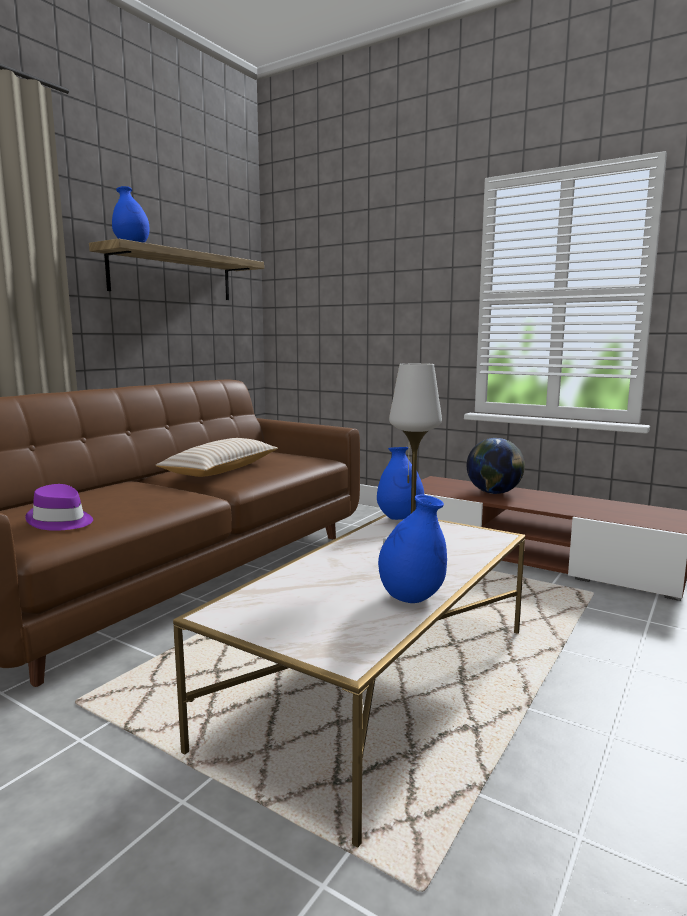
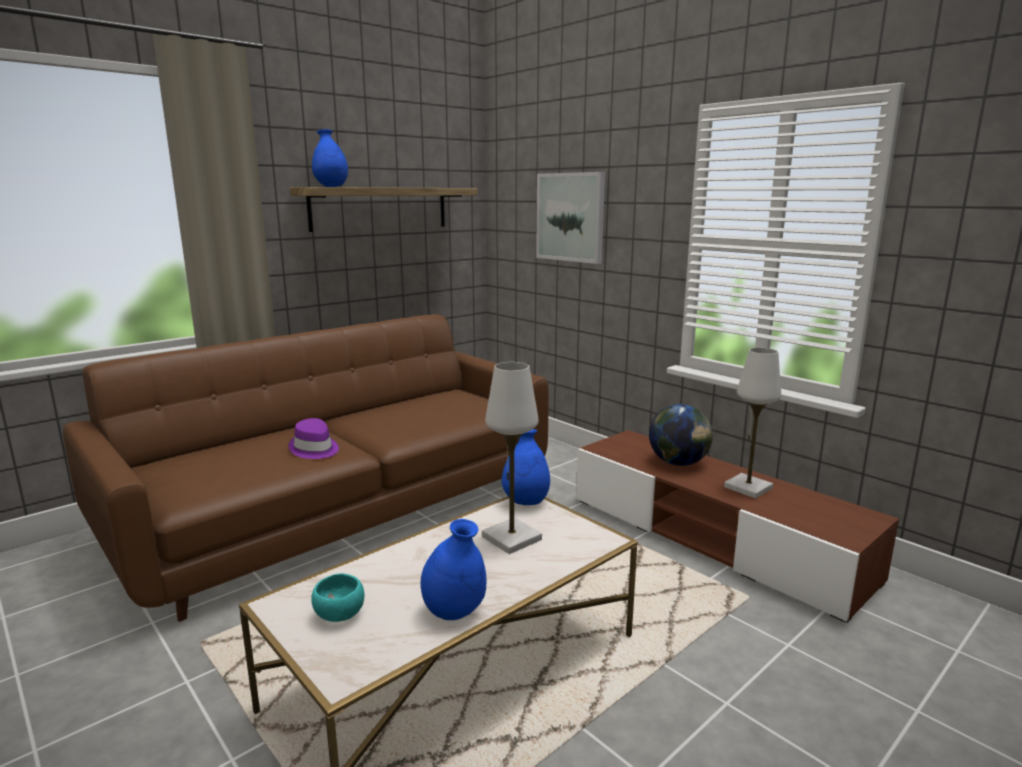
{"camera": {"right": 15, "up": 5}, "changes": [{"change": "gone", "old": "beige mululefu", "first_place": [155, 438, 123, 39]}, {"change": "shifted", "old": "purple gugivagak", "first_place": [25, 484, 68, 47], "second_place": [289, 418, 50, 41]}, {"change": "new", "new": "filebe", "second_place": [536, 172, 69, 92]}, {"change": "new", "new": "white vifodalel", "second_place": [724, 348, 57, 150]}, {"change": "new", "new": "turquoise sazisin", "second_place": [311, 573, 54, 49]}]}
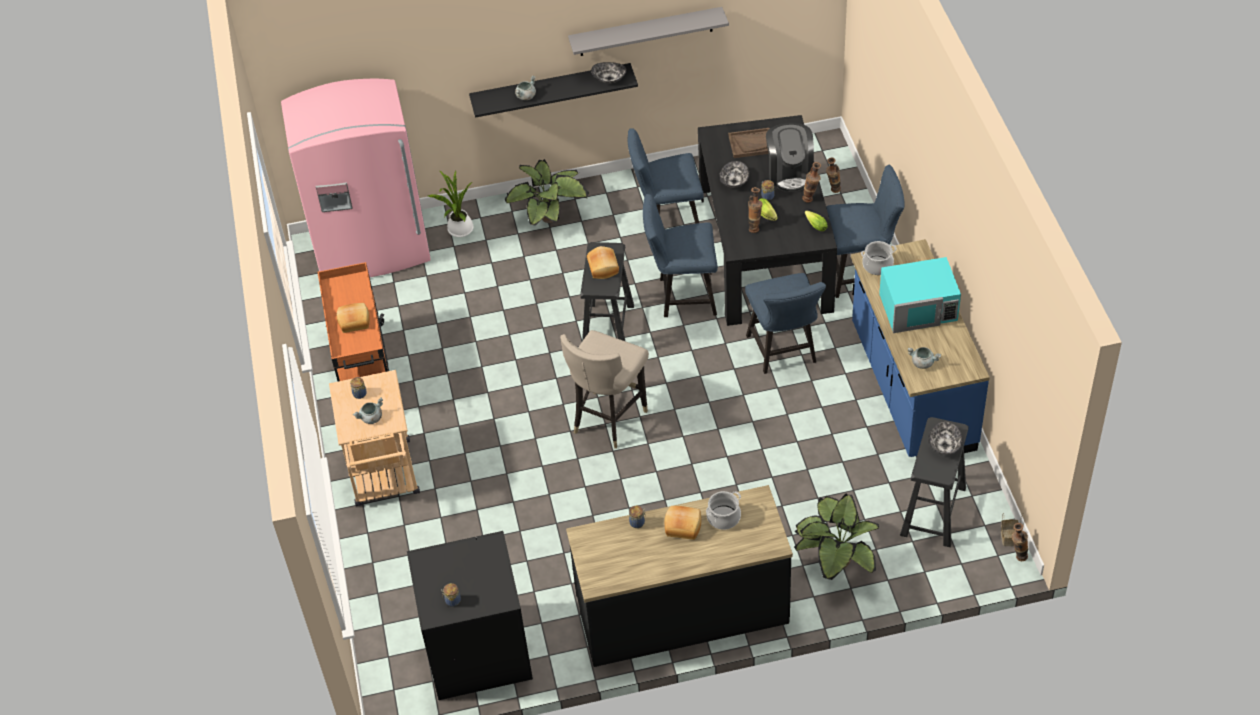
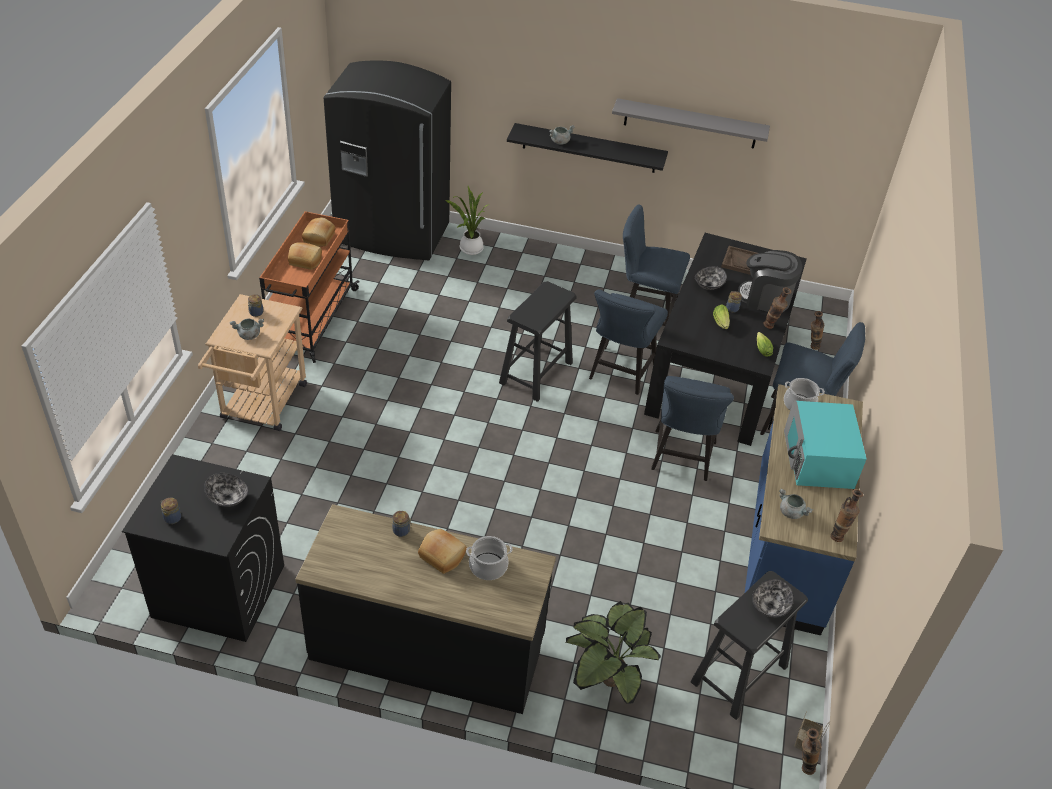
{"camera": {"right": 20, "up": -5}, "changes": [{"change": "shifted", "old": "sazisin", "first_place": [591, 62, 36, 21], "second_place": [204, 473, 45, 34]}, {"change": "repainted", "old": "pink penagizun", "new": "black penagizun", "first_place": [281, 79, 150, 198], "second_place": [324, 61, 127, 199]}, {"change": "rotated", "old": "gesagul", "first_place": [766, 123, 48, 69], "second_place": [738, 250, 64, 62], "degrees": 90}, {"change": "gone", "old": "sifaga", "first_place": [504, 159, 85, 67]}, {"change": "shifted", "old": "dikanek", "first_place": [748, 187, 14, 46], "second_place": [830, 489, 33, 53]}, {"change": "rotated", "old": "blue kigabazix", "first_place": [643, 194, 75, 123], "second_place": [589, 290, 79, 105], "degrees": -90}, {"change": "shifted", "old": "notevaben", "first_place": [587, 246, 32, 33], "second_place": [302, 217, 33, 30]}, {"change": "rotated", "old": "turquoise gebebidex", "first_place": [879, 257, 82, 76], "second_place": [784, 400, 83, 89], "degrees": 75}, {"change": "gone", "old": "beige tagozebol", "first_place": [560, 330, 89, 119]}]}
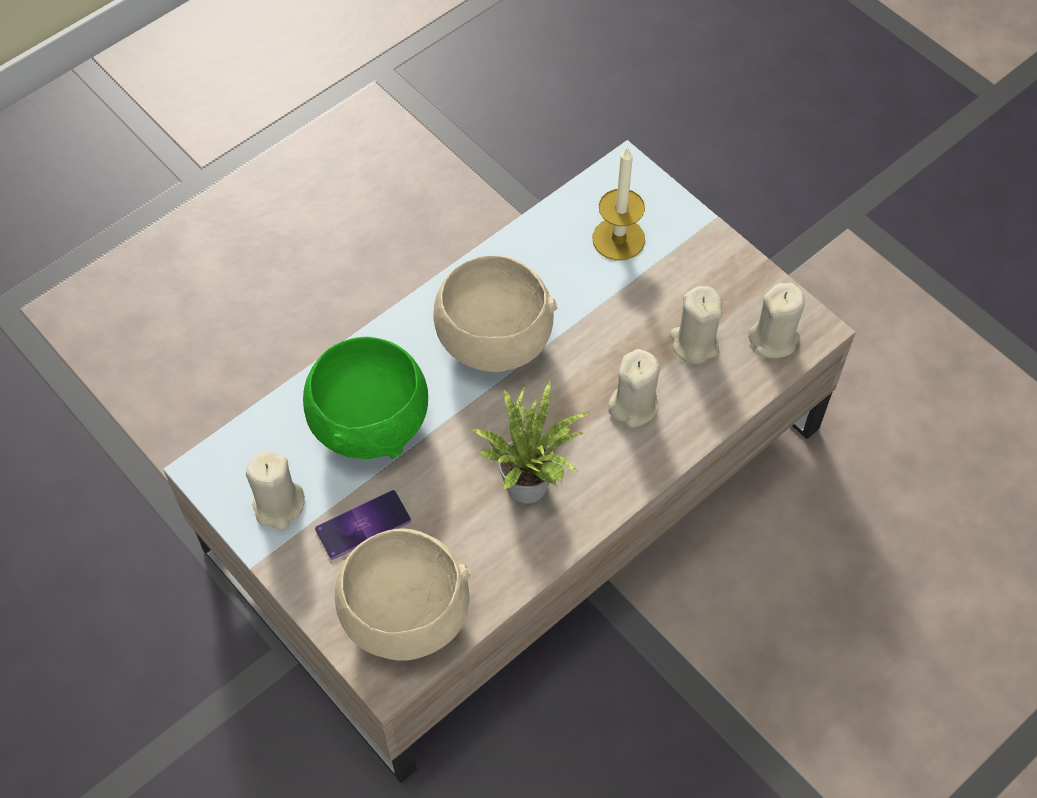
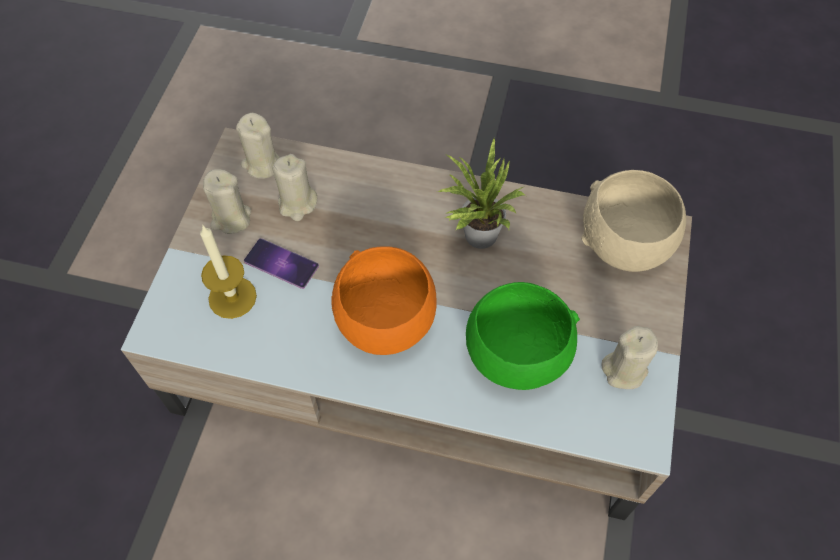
{"camera": {"right": -125, "up": 0}, "changes": [{"change": "repainted", "old": "beige sazisin", "new": "orange sazisin", "first_place": [433, 256, 125, 116], "second_place": [331, 246, 106, 109]}, {"change": "shifted", "old": "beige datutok", "first_place": [608, 349, 52, 79], "second_place": [203, 169, 48, 65]}, {"change": "shifted", "old": "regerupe", "first_place": [315, 490, 96, 70], "second_place": [244, 238, 75, 51]}]}
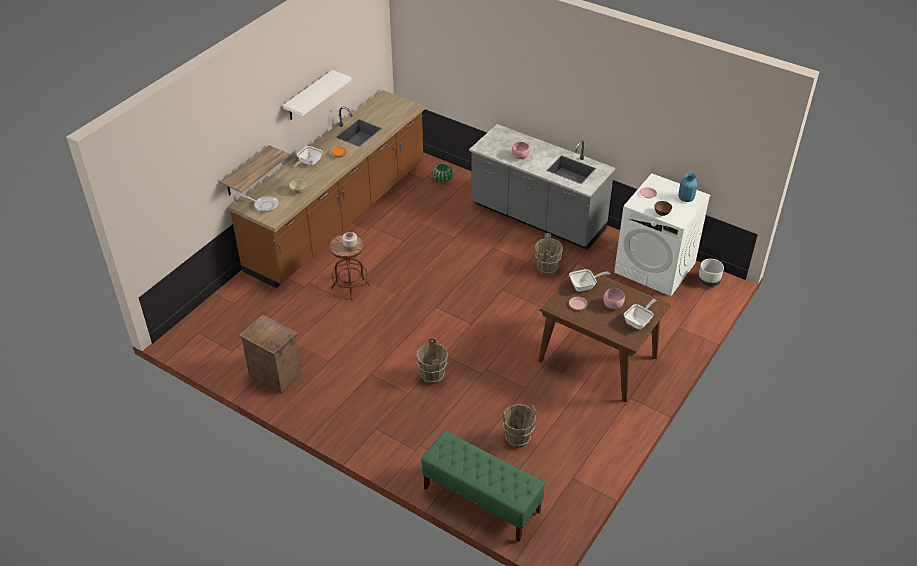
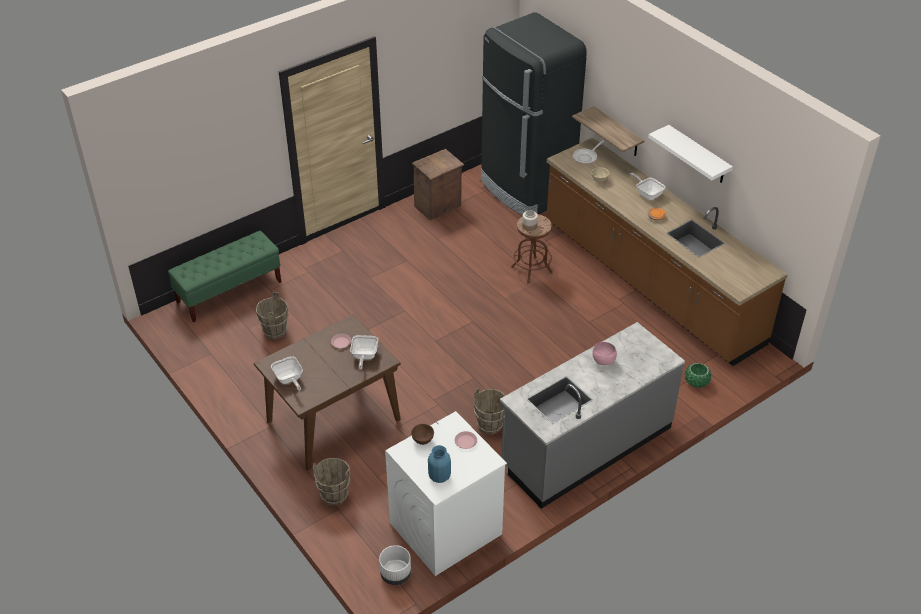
{"camera": {"right": 110, "up": 0}, "changes": [{"change": "gone", "old": "pink sazisin", "first_place": [603, 288, 22, 21]}, {"change": "shifted", "old": "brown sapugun", "first_place": [416, 338, 32, 46], "second_place": [313, 458, 37, 48]}, {"change": "new", "new": "black penagizun", "second_place": [481, 12, 106, 204]}]}
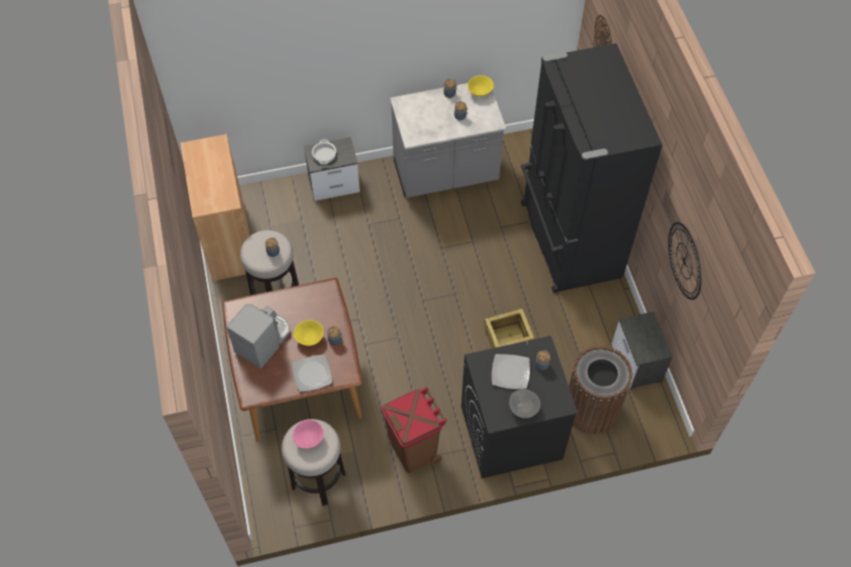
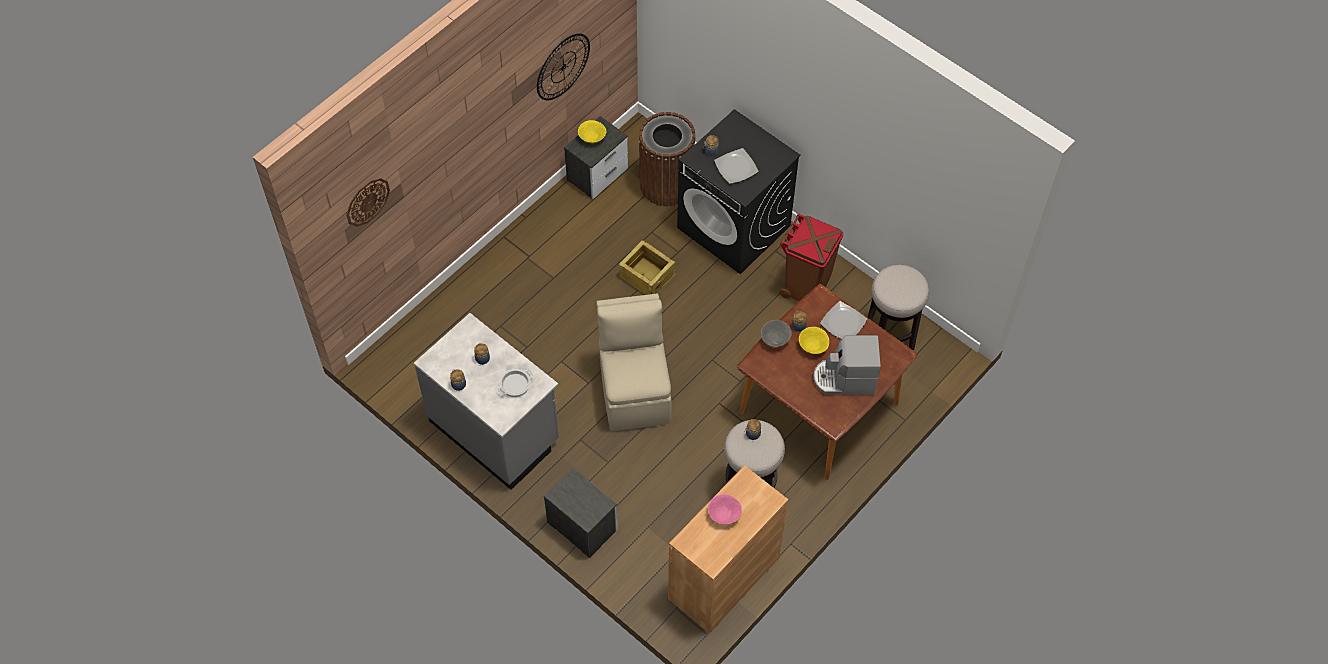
{"camera": {"right": -125, "up": 0}, "changes": [{"change": "gone", "old": "black penagizun", "first_place": [521, 43, 141, 250]}, {"change": "shifted", "old": "yellow sazisin", "first_place": [468, 75, 26, 22], "second_place": [578, 120, 28, 23]}, {"change": "shifted", "old": "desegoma", "first_place": [312, 139, 24, 25], "second_place": [498, 369, 35, 28]}, {"change": "shifted", "old": "grey sazisin", "first_place": [509, 389, 31, 29], "second_place": [761, 320, 31, 27]}, {"change": "shifted", "old": "pink sazisin", "first_place": [293, 420, 31, 29], "second_place": [708, 494, 34, 31]}, {"change": "new", "new": "beige kigabazix", "second_place": [596, 294, 76, 137]}]}
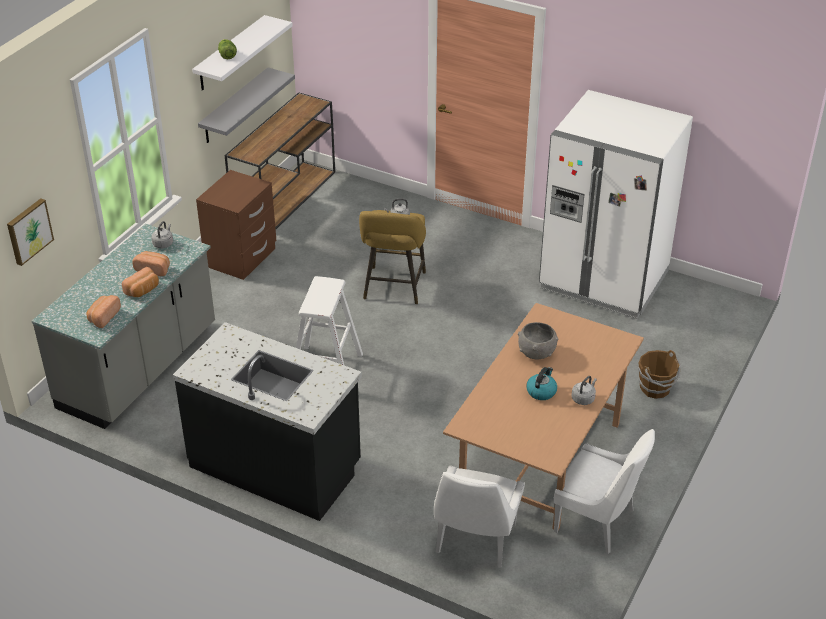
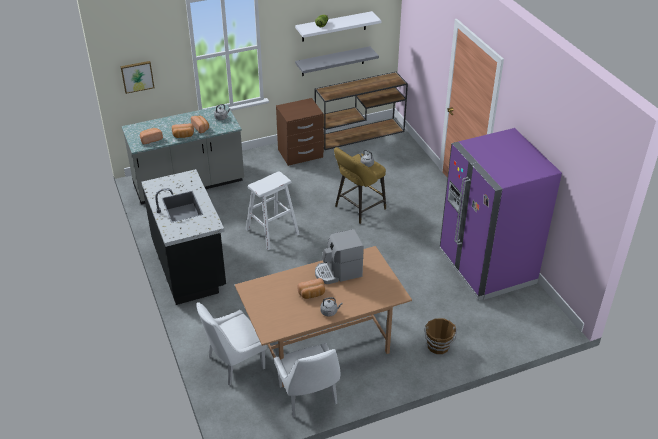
{"camera": {"right": 40, "up": 0}, "changes": [{"change": "repainted", "old": "white penagizun", "new": "purple penagizun", "first_place": [539, 90, 154, 229], "second_place": [440, 128, 122, 172]}, {"change": "swapped", "old": "grey sazisin", "new": "gesagul", "first_place": [518, 322, 40, 37], "second_place": [315, 229, 49, 55]}, {"change": "swapped", "old": "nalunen", "new": "notevaben", "first_place": [526, 367, 31, 33], "second_place": [298, 278, 27, 21]}]}
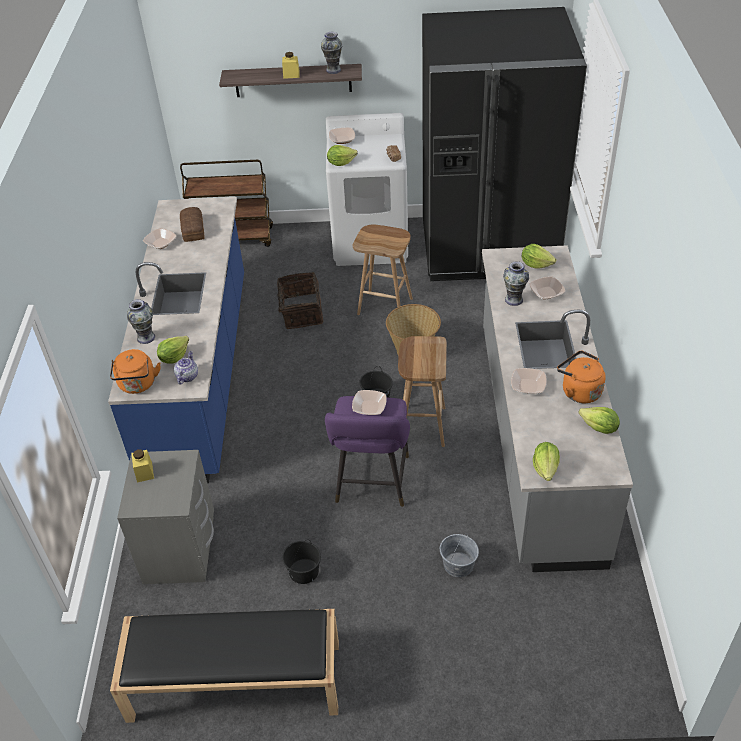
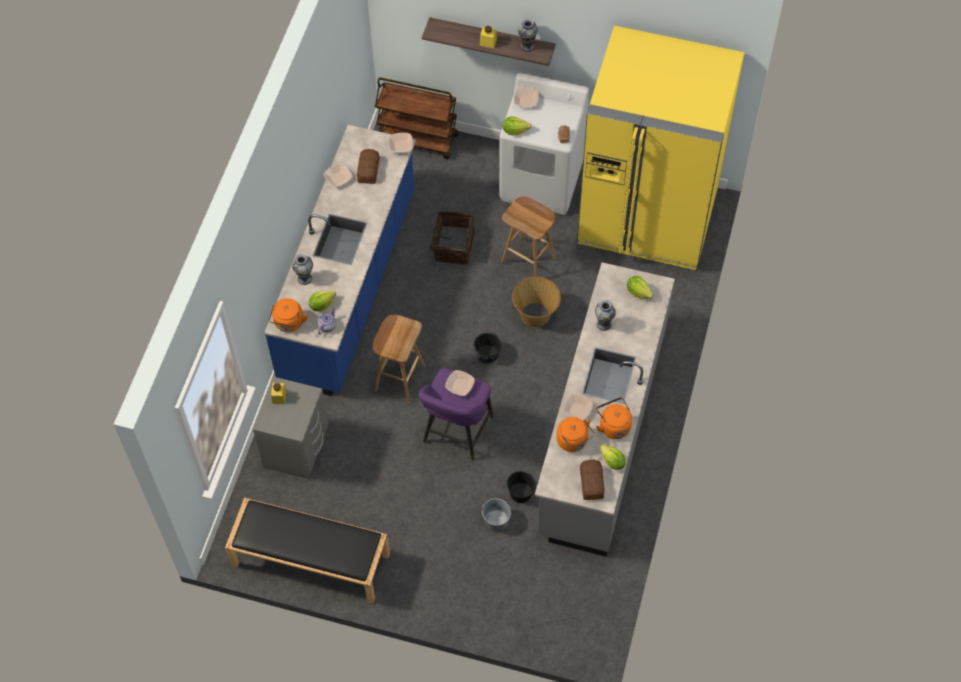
{"camera": {"right": 15, "up": 15}, "changes": [{"change": "repainted", "old": "black penagizun", "new": "yellow penagizun", "first_place": [422, 7, 165, 274], "second_place": [577, 26, 167, 244]}, {"change": "shifted", "old": "sazisin", "first_place": [530, 276, 35, 24], "second_place": [388, 133, 25, 20]}, {"change": "shifted", "old": "brown tagozebol", "first_place": [398, 336, 49, 111], "second_place": [373, 314, 52, 88]}, {"change": "gone", "old": "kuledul", "first_place": [533, 442, 27, 39]}, {"change": "shifted", "old": "black sapugun", "first_place": [282, 541, 39, 43], "second_place": [507, 471, 29, 32]}, {"change": "new", "new": "orange nalunen", "second_place": [556, 417, 38, 35]}, {"change": "new", "new": "notevaben", "second_place": [580, 460, 25, 40]}]}
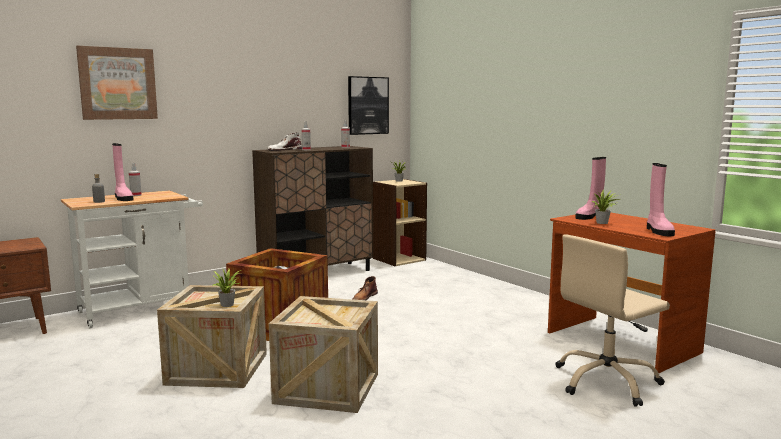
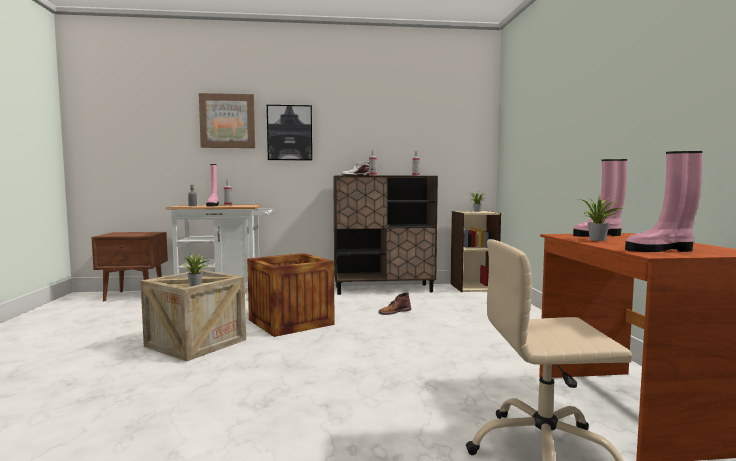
{"camera": {"right": 30, "up": -5}, "changes": [{"change": "shifted", "old": "filebe", "first_place": [348, 76, 41, 59], "second_place": [267, 105, 45, 55]}, {"change": "rotated", "old": "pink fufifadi", "first_place": [647, 163, 28, 73], "second_place": [625, 151, 78, 101], "degrees": 60}, {"change": "gone", "old": "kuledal", "first_place": [269, 296, 109, 117]}]}
